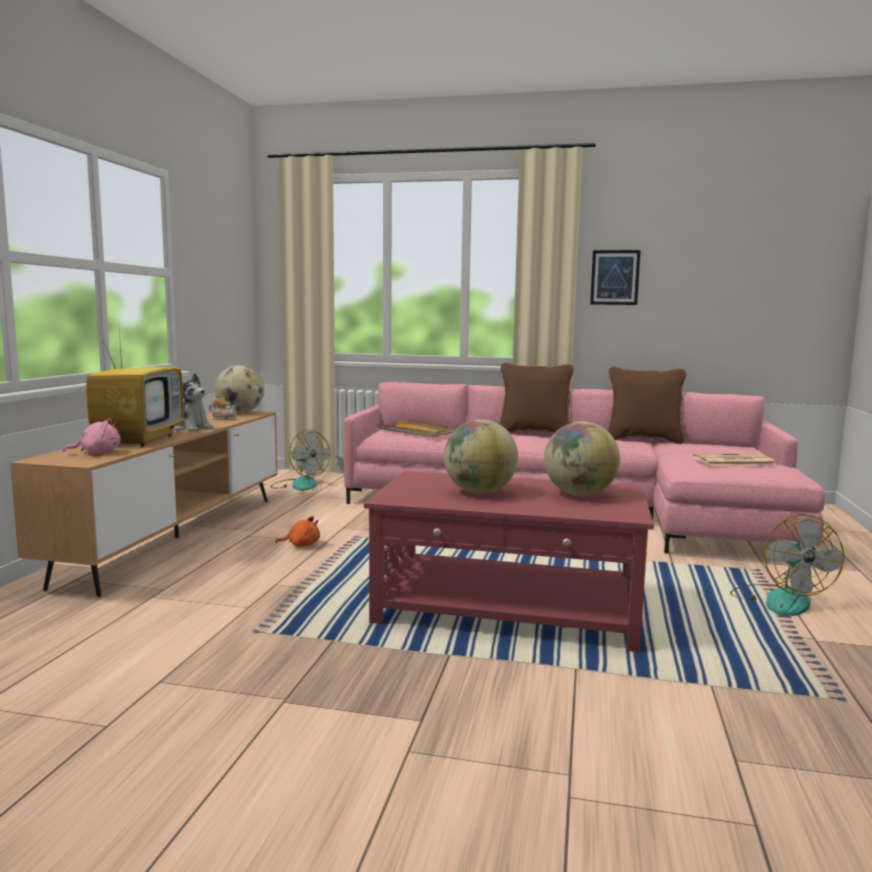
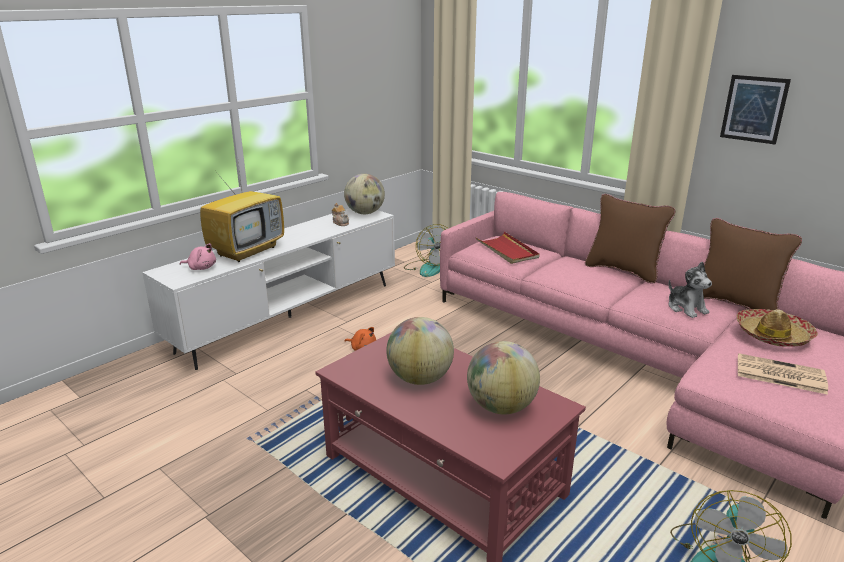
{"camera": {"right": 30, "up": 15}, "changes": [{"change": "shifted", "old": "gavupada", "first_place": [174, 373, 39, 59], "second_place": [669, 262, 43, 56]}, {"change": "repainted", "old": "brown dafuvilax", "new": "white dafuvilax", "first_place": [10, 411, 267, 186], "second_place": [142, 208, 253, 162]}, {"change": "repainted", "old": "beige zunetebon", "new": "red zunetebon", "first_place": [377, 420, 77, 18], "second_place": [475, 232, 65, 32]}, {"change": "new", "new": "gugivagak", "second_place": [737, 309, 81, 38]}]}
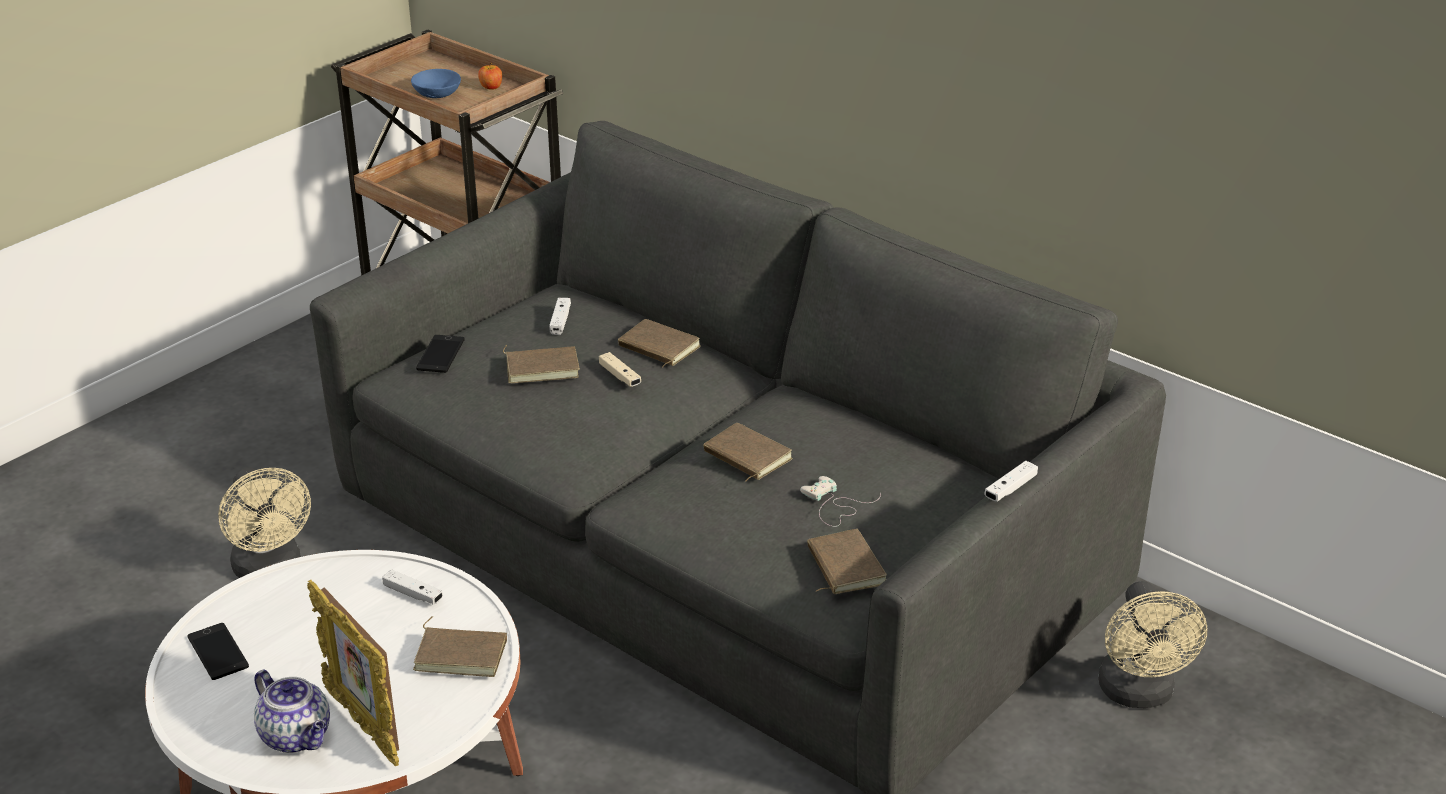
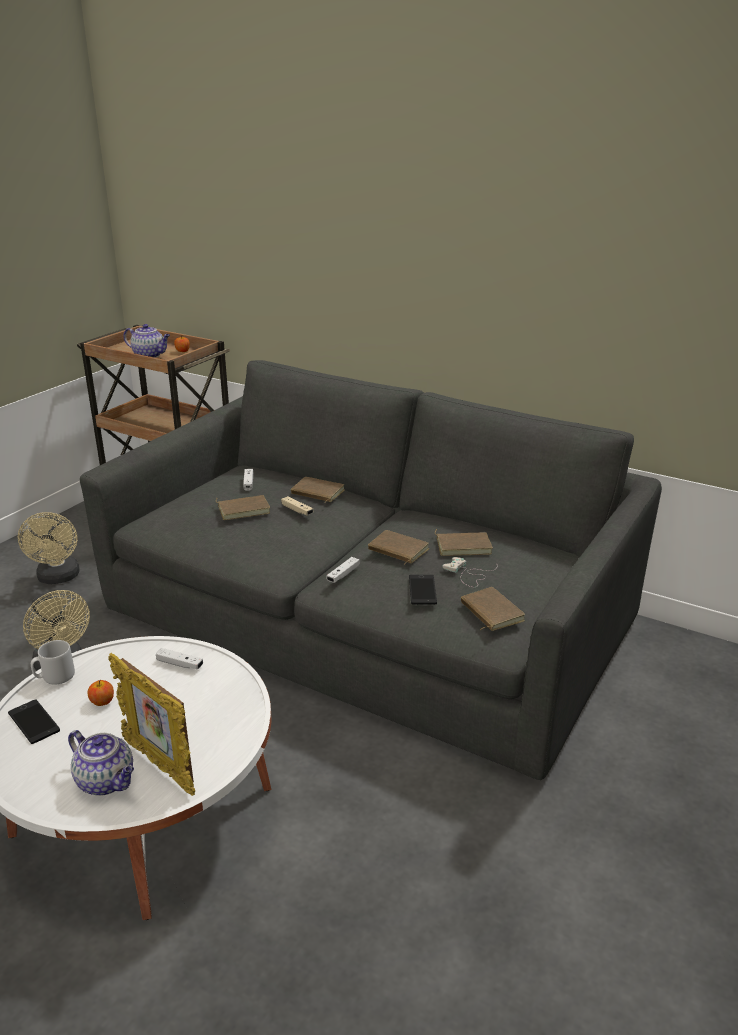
{"camera": {"right": -10, "up": -5}, "changes": [{"change": "swapped", "old": "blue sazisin", "new": "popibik", "first_place": [411, 69, 50, 29], "second_place": [123, 324, 47, 34]}, {"change": "shifted", "old": "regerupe", "first_place": [416, 335, 49, 38], "second_place": [409, 575, 28, 30]}, {"change": "shifted", "old": "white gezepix", "first_place": [984, 461, 54, 41], "second_place": [326, 557, 34, 26]}, {"change": "shifted", "old": "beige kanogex", "first_place": [1098, 581, 109, 127], "second_place": [18, 512, 62, 72]}, {"change": "shifted", "old": "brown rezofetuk", "first_place": [413, 616, 94, 61], "second_place": [435, 529, 58, 27]}, {"change": "new", "new": "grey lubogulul", "second_place": [31, 640, 44, 45]}, {"change": "new", "new": "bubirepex", "second_place": [87, 680, 27, 26]}]}
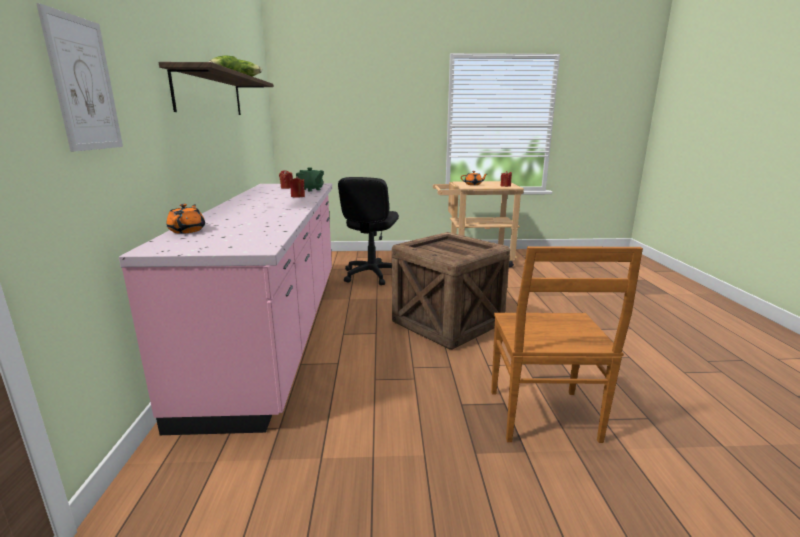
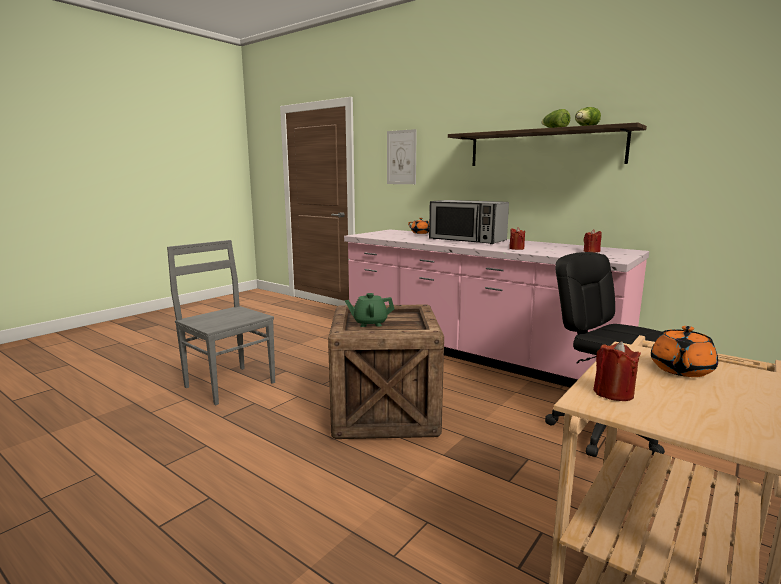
{"camera": {"right": 130, "up": -5}, "changes": [{"change": "shifted", "old": "green popibik", "first_place": [296, 167, 28, 24], "second_place": [345, 293, 49, 34]}, {"change": "repainted", "old": "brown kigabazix", "new": "grey kigabazix", "first_place": [491, 246, 152, 197], "second_place": [167, 240, 108, 165]}, {"change": "new", "new": "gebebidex", "second_place": [429, 200, 80, 44]}]}
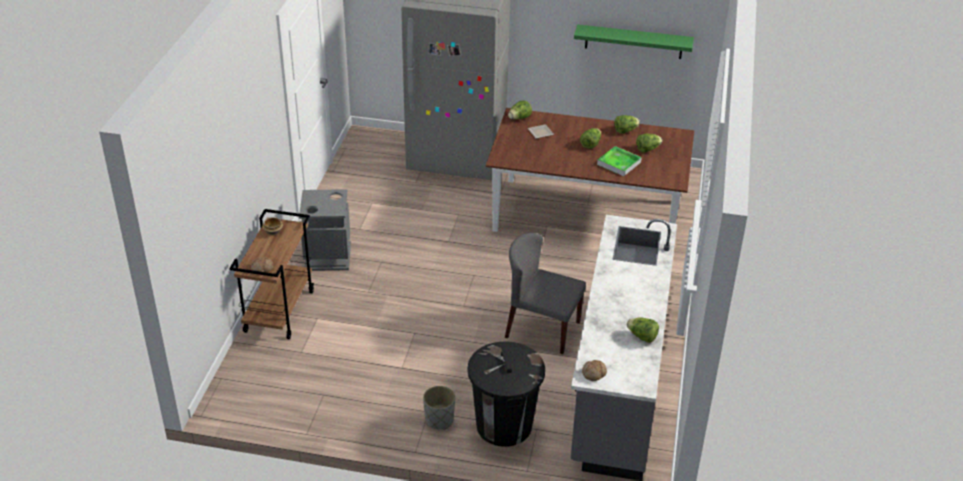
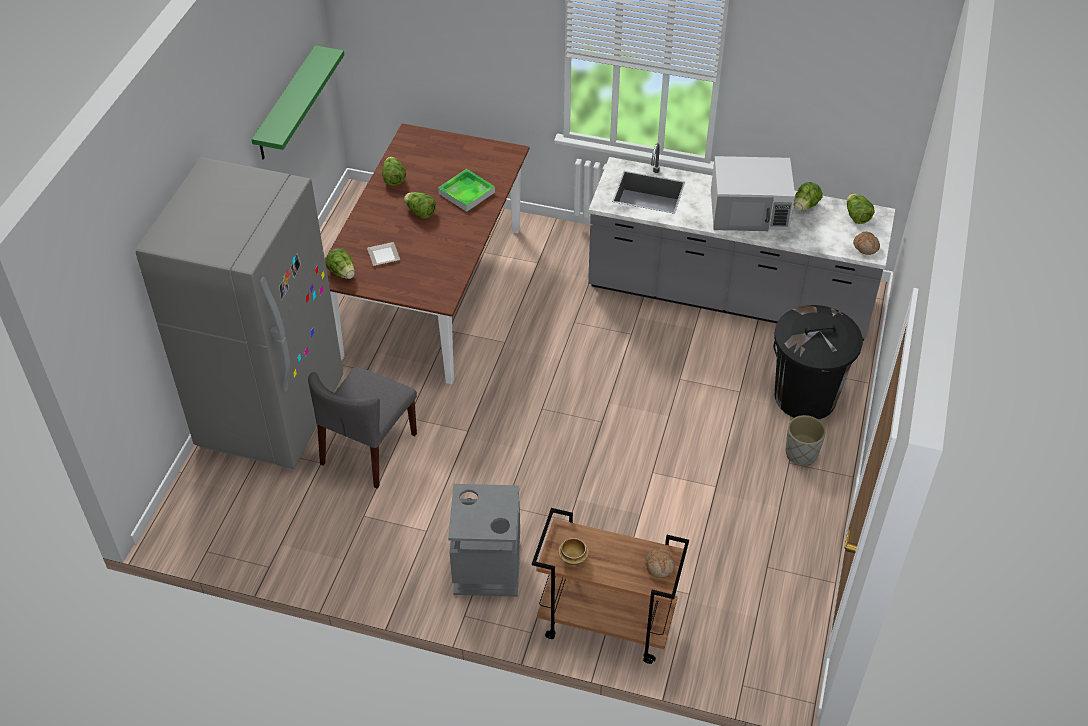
{"camera": {"right": -85, "up": 10}, "changes": [{"change": "shifted", "old": "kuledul", "first_place": [636, 134, 26, 18], "second_place": [847, 194, 28, 30]}, {"change": "shifted", "old": "grey kigabazix", "first_place": [505, 233, 81, 121], "second_place": [308, 367, 109, 122]}, {"change": "new", "new": "white gebebidex", "second_place": [711, 156, 84, 75]}]}
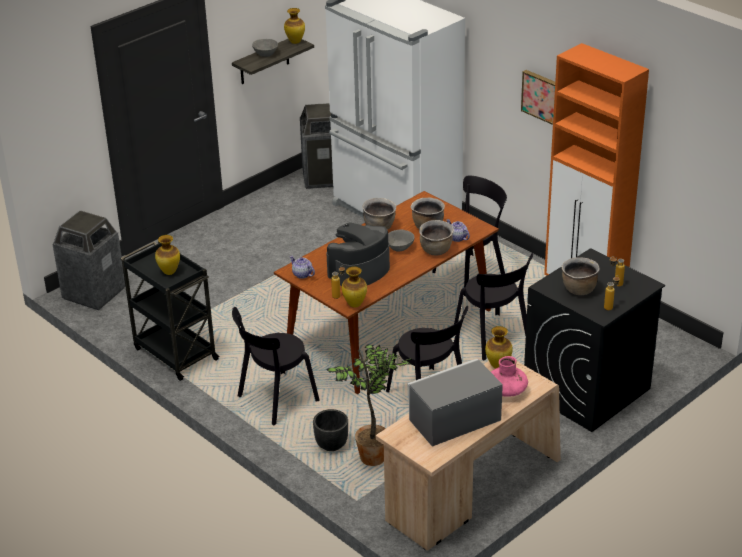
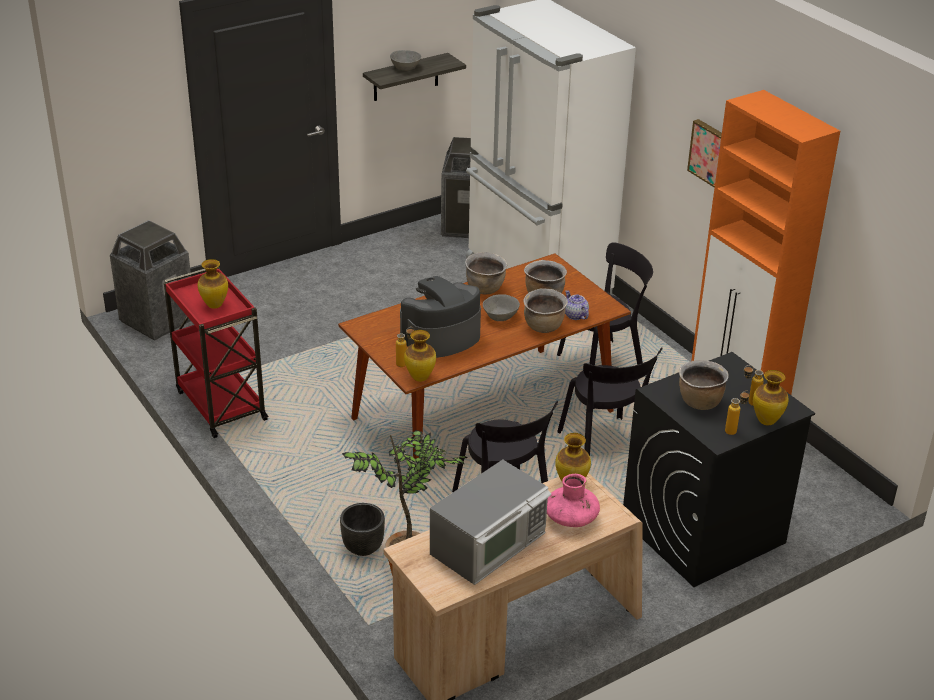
{"camera": {"right": 10, "up": 0}, "changes": [{"change": "shifted", "old": "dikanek", "first_place": [284, 8, 21, 36], "second_place": [753, 370, 35, 55]}, {"change": "repainted", "old": "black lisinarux", "new": "red lisinarux", "first_place": [120, 241, 100, 140], "second_place": [164, 267, 105, 171]}, {"change": "gone", "old": "popibik", "first_place": [290, 256, 25, 23]}, {"change": "gone", "old": "black kigabazix", "first_place": [232, 307, 87, 118]}, {"change": "rotated", "old": "gebebidex", "first_place": [408, 359, 95, 88], "second_place": [430, 459, 121, 126], "degrees": 150}]}
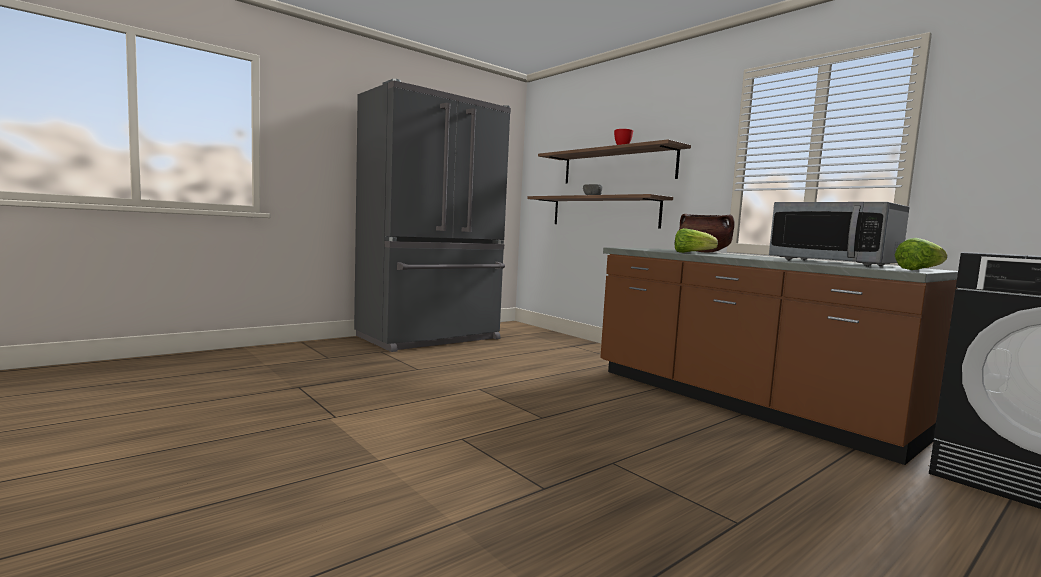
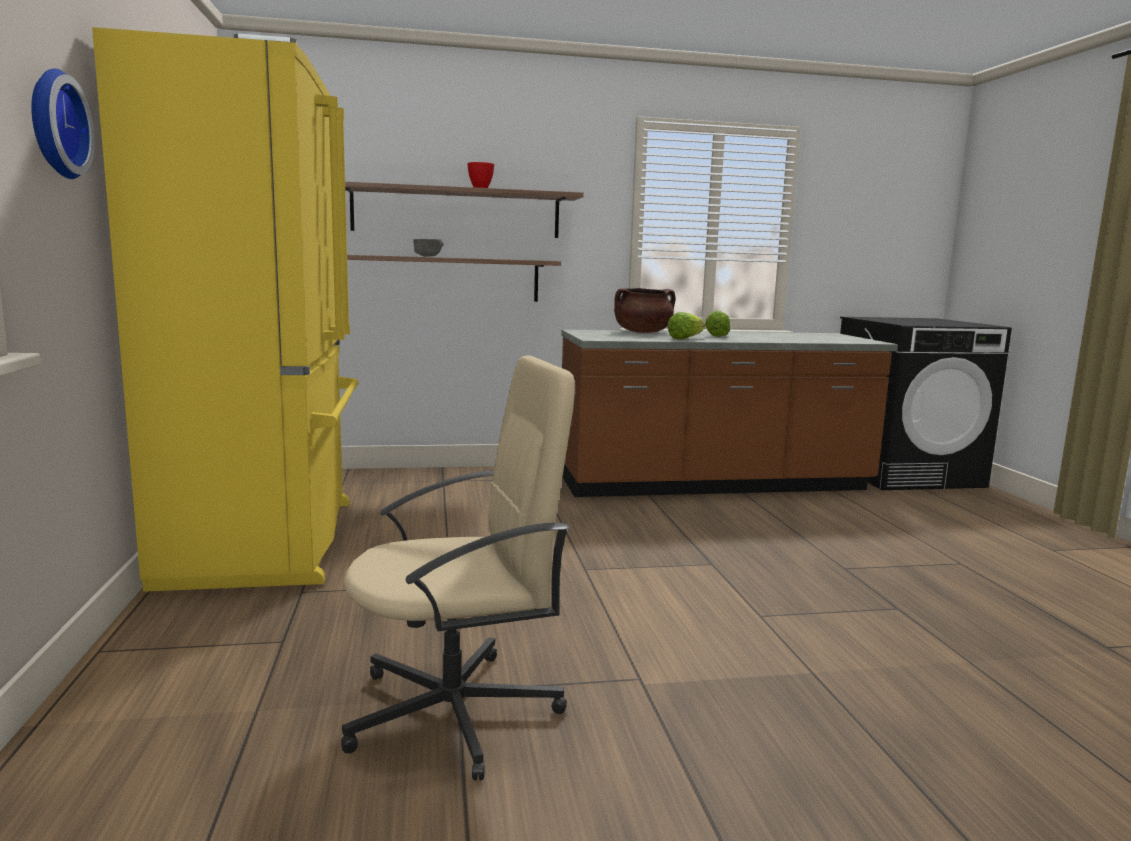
{"camera": {"right": -60, "up": 5}, "changes": [{"change": "repainted", "old": "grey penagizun", "new": "yellow penagizun", "first_place": [354, 79, 157, 273], "second_place": [92, 27, 267, 565]}, {"change": "gone", "old": "gebebidex", "first_place": [769, 202, 141, 65]}, {"change": "shifted", "old": "kuledul", "first_place": [895, 238, 52, 32], "second_place": [705, 311, 25, 26]}, {"change": "new", "new": "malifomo", "second_place": [31, 68, 64, 111]}, {"change": "new", "new": "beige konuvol", "second_place": [341, 355, 234, 426]}]}
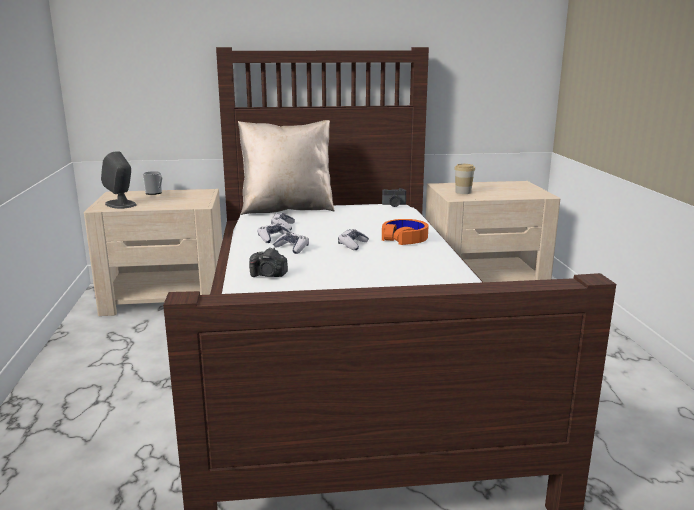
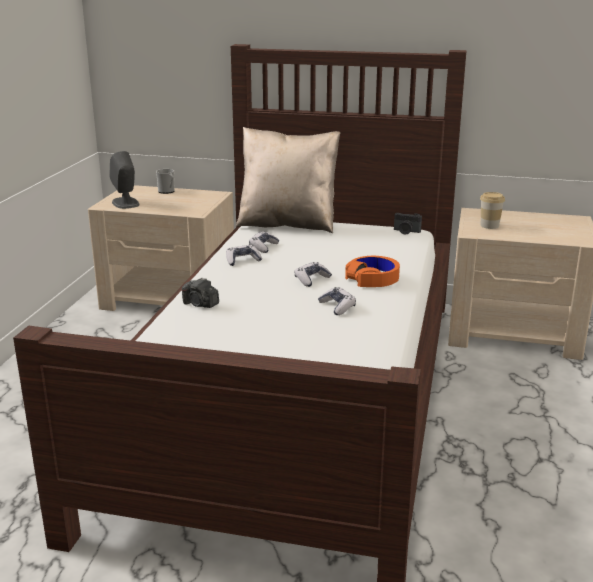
{"camera": {"right": 20, "up": 5}, "changes": [{"change": "shifted", "old": "gezepix", "first_place": [273, 232, 36, 22], "second_place": [318, 287, 38, 28]}]}
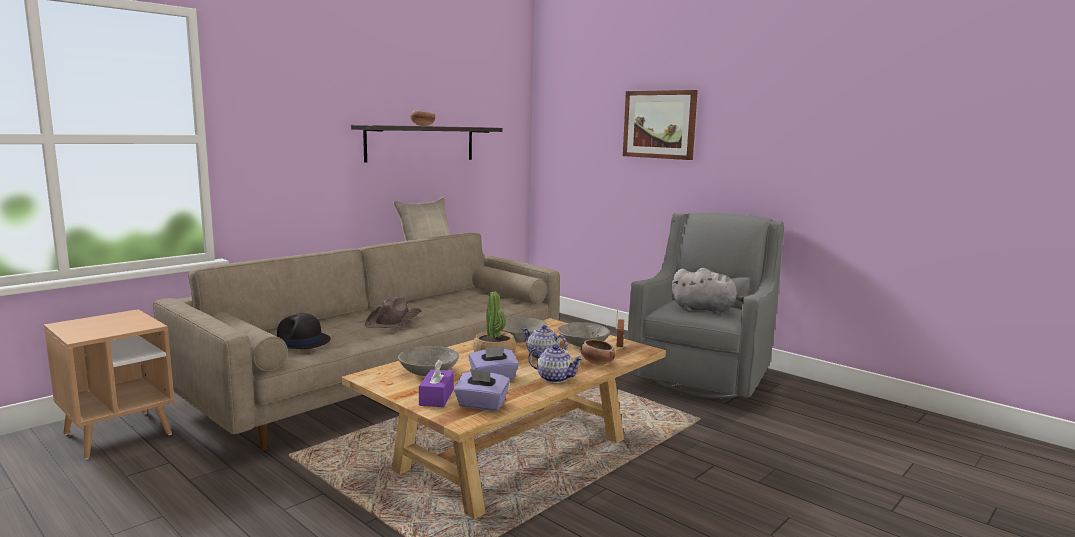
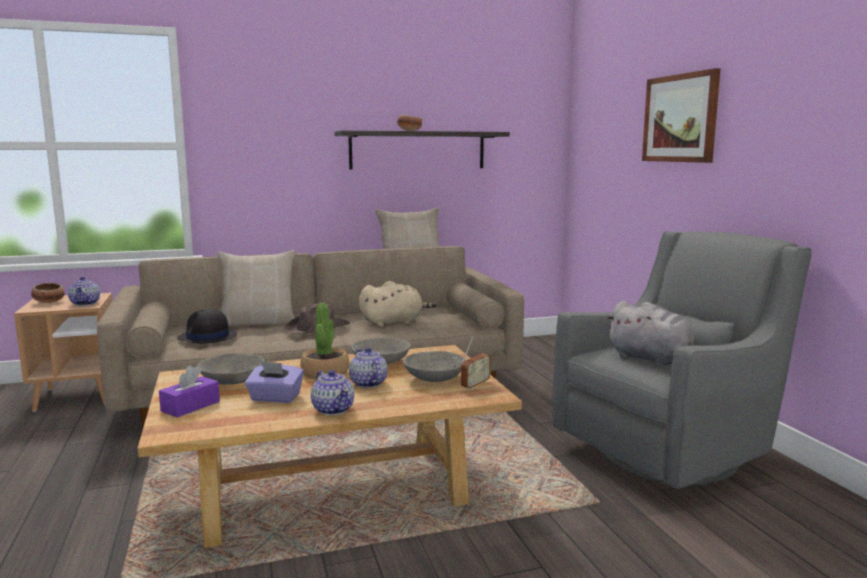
{"camera": {"right": 30, "up": 0}, "changes": [{"change": "shifted", "old": "sazisin", "first_place": [580, 339, 35, 26], "second_place": [31, 283, 34, 20]}, {"change": "gone", "old": "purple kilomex", "first_place": [454, 369, 56, 42]}, {"change": "new", "new": "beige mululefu", "second_place": [217, 250, 78, 76]}, {"change": "new", "new": "popibik", "second_place": [68, 277, 32, 29]}, {"change": "new", "new": "beige gavupada", "second_place": [359, 281, 78, 46]}]}
